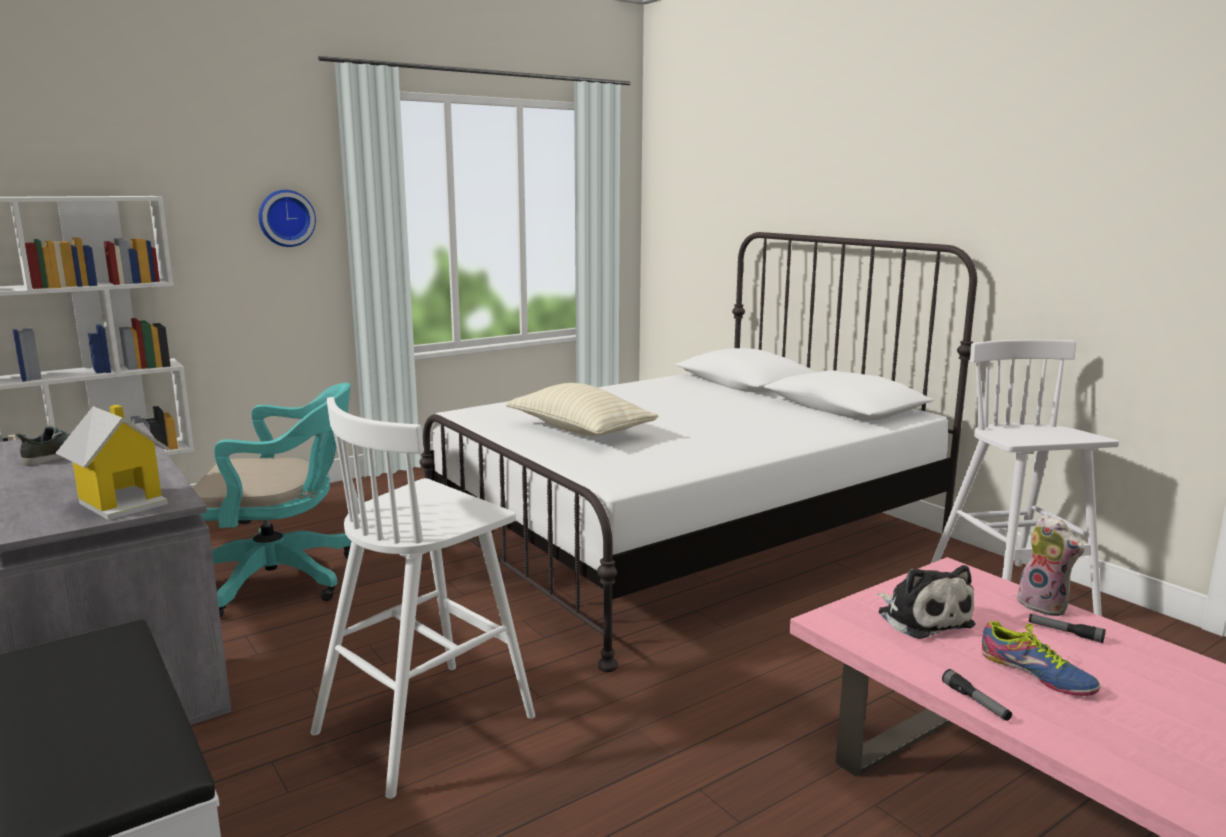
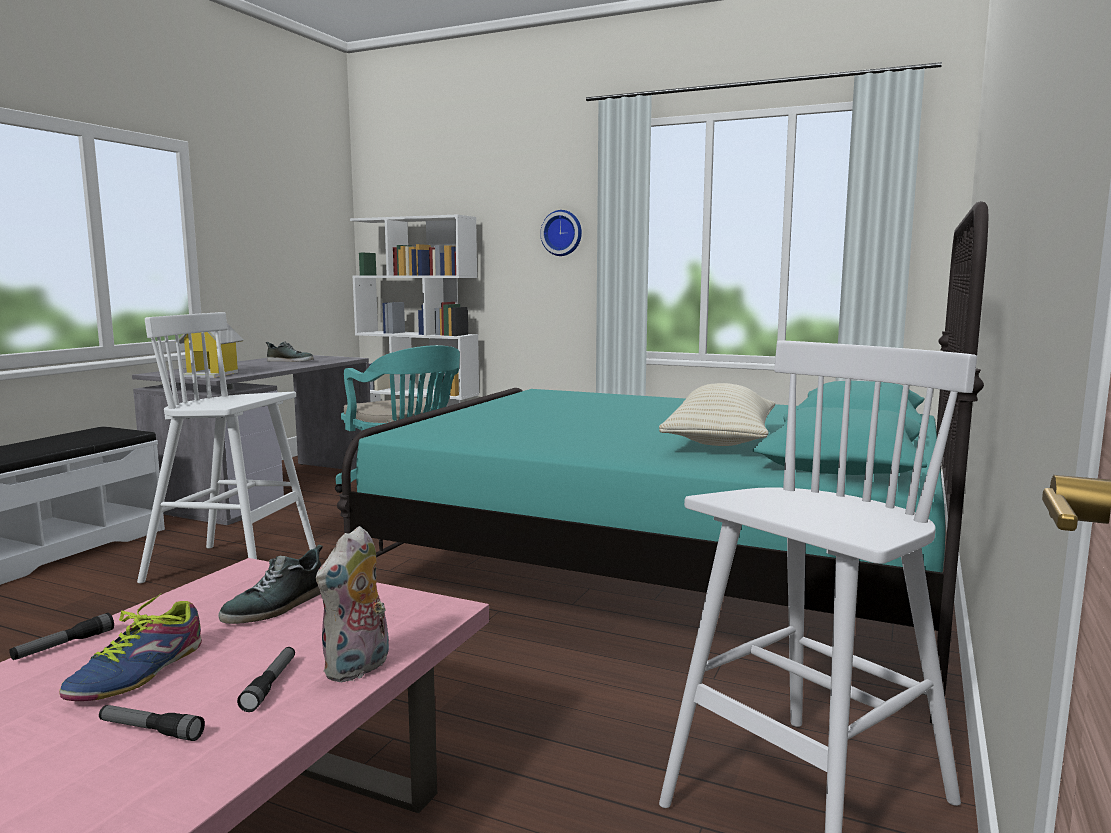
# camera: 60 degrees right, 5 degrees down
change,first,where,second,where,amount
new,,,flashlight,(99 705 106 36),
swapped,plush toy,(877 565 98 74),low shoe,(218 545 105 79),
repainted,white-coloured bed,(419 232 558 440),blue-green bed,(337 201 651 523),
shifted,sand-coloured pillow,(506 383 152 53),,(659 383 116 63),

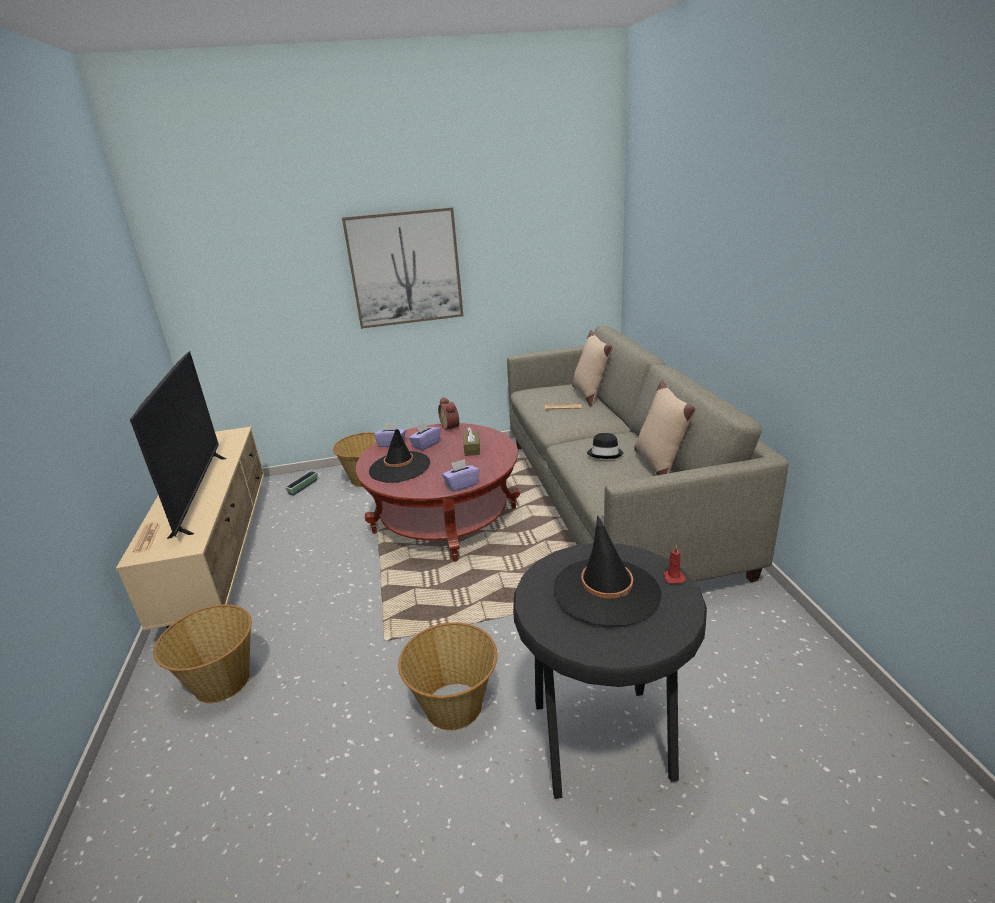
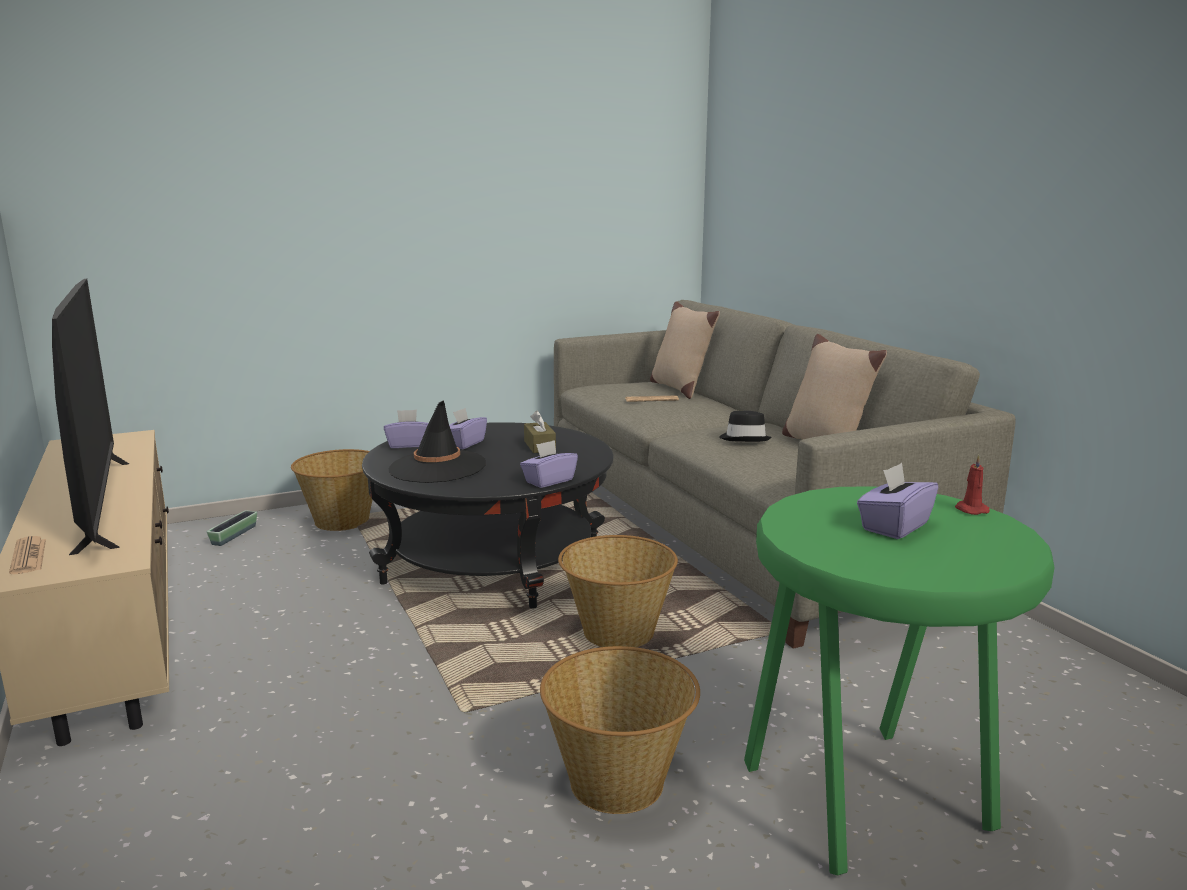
# camera: 15 degrees left, 10 degrees down
change,first,where,second,where,amount
repainted,red coffee table,(356 423 164 139),blackish coffee table,(362 422 252 187),
shifted,household basket,(153 604 99 99),,(558 535 120 112),
repainted,blackish stool,(513 543 194 256),greenish stool,(744 486 311 390),
swapped,blackish clothing hat,(553 515 109 111),purplish tissue holder,(857 463 82 76),
gone,picture,(342 207 121 122),,,
gone,table clock,(438 397 21 35),,,

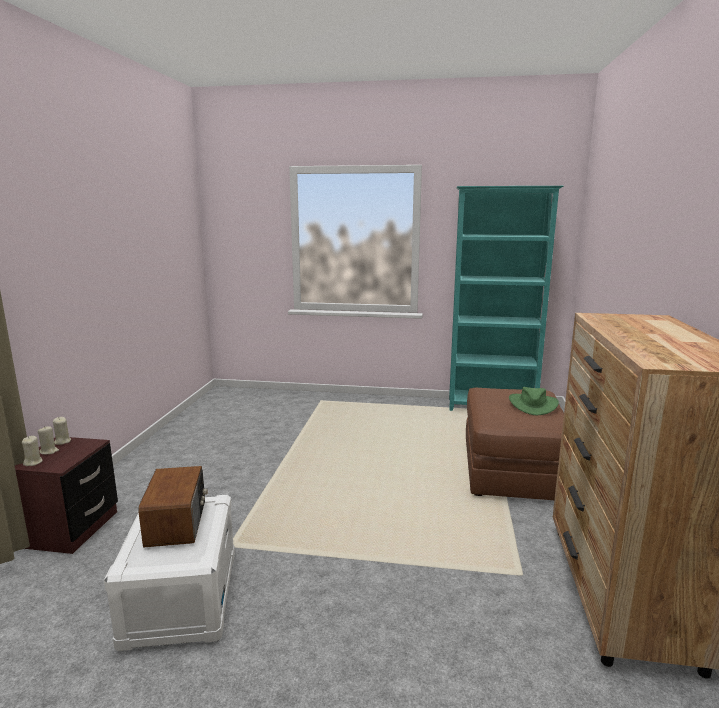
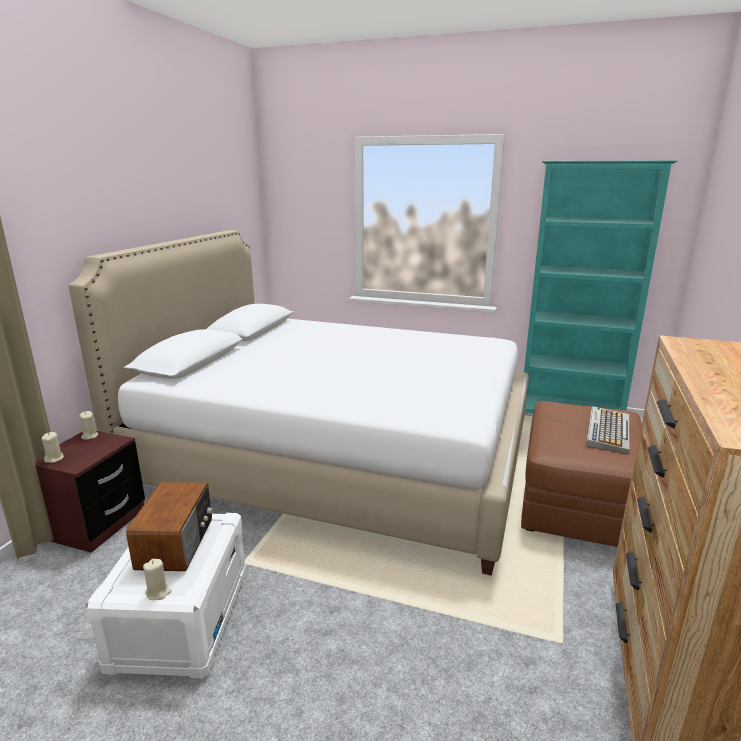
# camera: 10 degrees right, 5 degrees up
change,first,where,second,where,amount
new,,,white-coloured bed,(69 230 460 346),
shifted,sand-coloured candle,(38 426 21 29),,(143 559 29 41),
swapped,greenish clothing hat,(509 387 50 28),keyboard,(586 406 44 48),

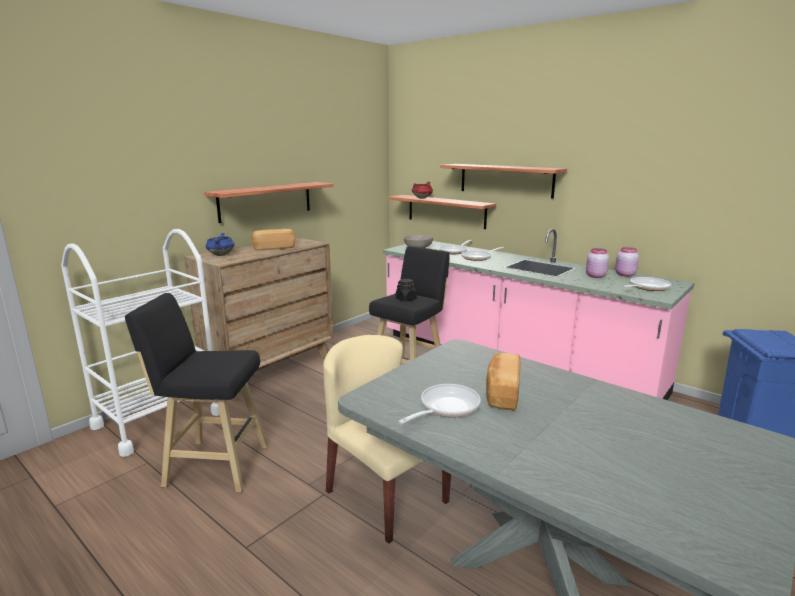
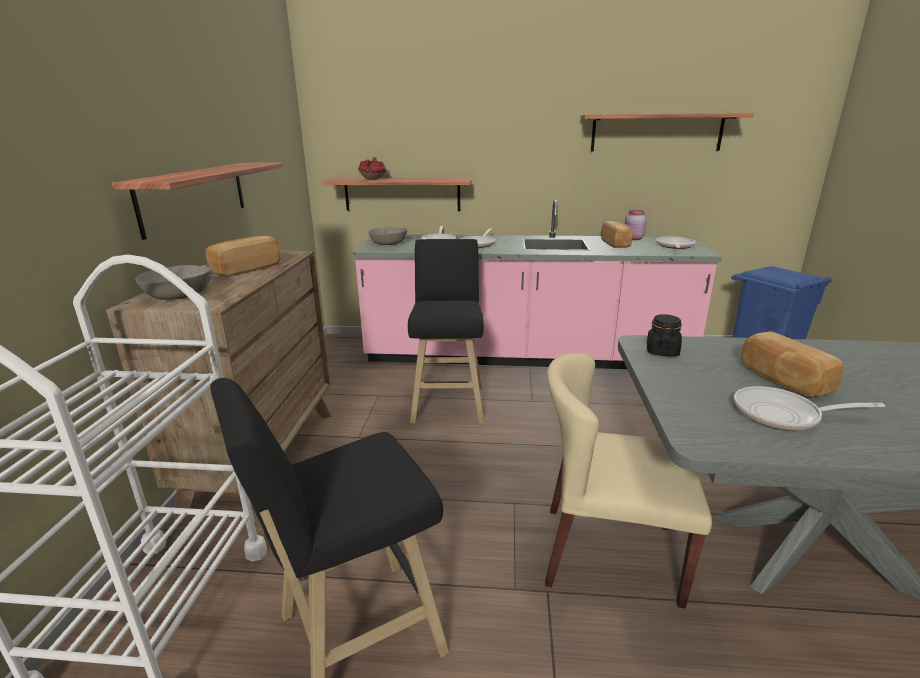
# camera: 35 degrees left, 5 degrees up
change,first,where,second,where,amount
swapped,blue stockpot,(206 233 29 23),grey deep dish,(135 265 77 35),
shifted,shelf,(440 164 127 34),,(580 113 174 38),
swapped,pinkish storage jar,(586 248 23 30),bread,(601 221 32 27),
shifted,blackish storage jar,(396 279 20 22),,(647 314 35 43),
rotated,pan,(399 384 82 40),,(734 386 151 45),90 degrees counterclockwise

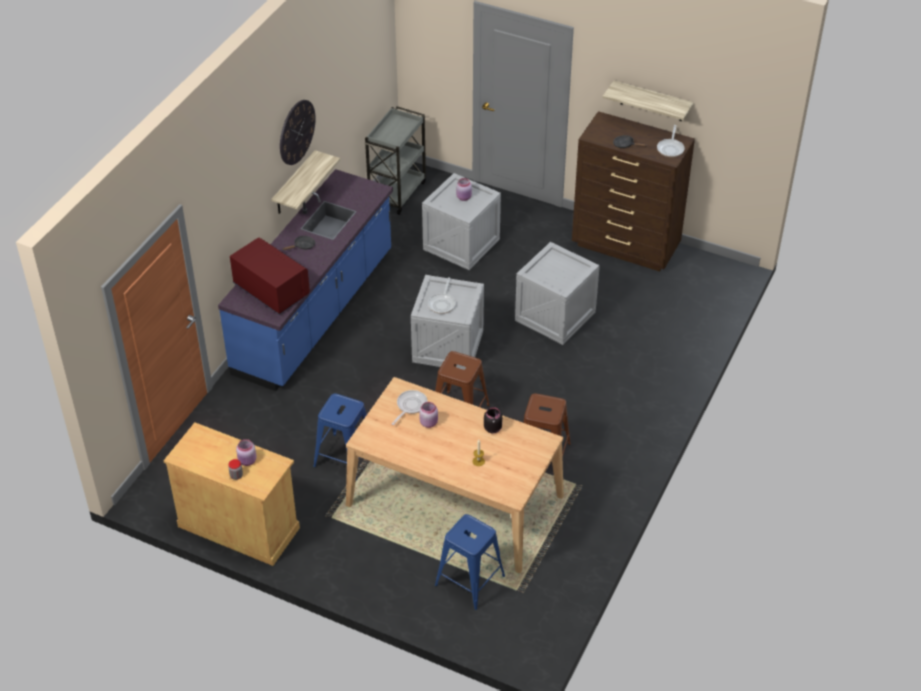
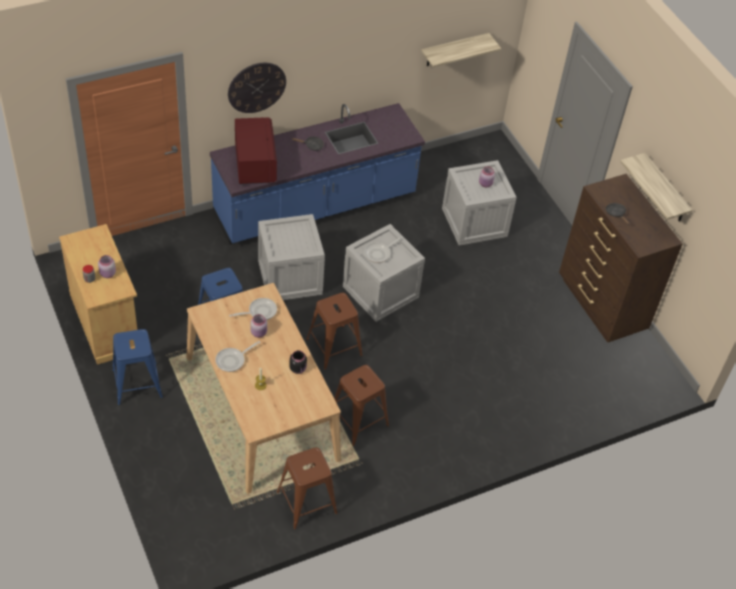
# camera: 35 degrees right, 5 degrees up
change,first,where,second,where,amount
shifted,blue stool,(435 514 70 96),,(112 329 51 76),
shifted,pan,(657 125 27 32),,(215 341 45 31),
shifted,wall clock,(280 100 36 65),,(228 63 58 50),
shifted,shipping crate,(515 242 85 103),,(258 214 67 86),
new,,,brownish stool,(277 447 60 83),
shifted,shelf,(271 150 69 64),,(421 33 80 34),
gone,grey wheeled cart,(365 106 61 109),,,

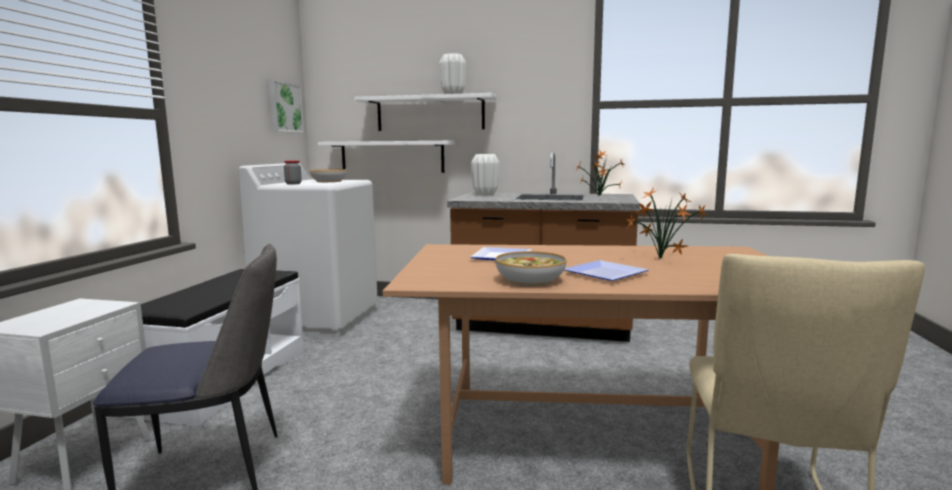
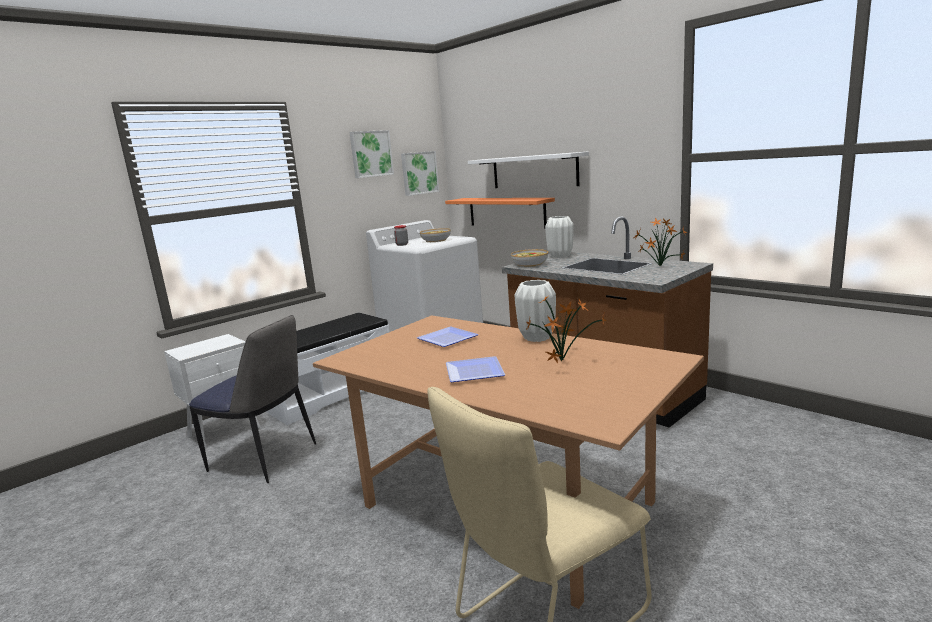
# camera: 35 degrees right, 5 degrees up
change,first,where,second,where,amount
new,,,picture,(349 130 45 48),
repainted,white-coloured shelf,(318 141 137 32),orange shelf,(445 198 110 31),
shifted,deep dish,(495 251 72 35),,(511 249 37 18),
shifted,white-coloured vase,(439 53 27 41),,(514 280 42 62),

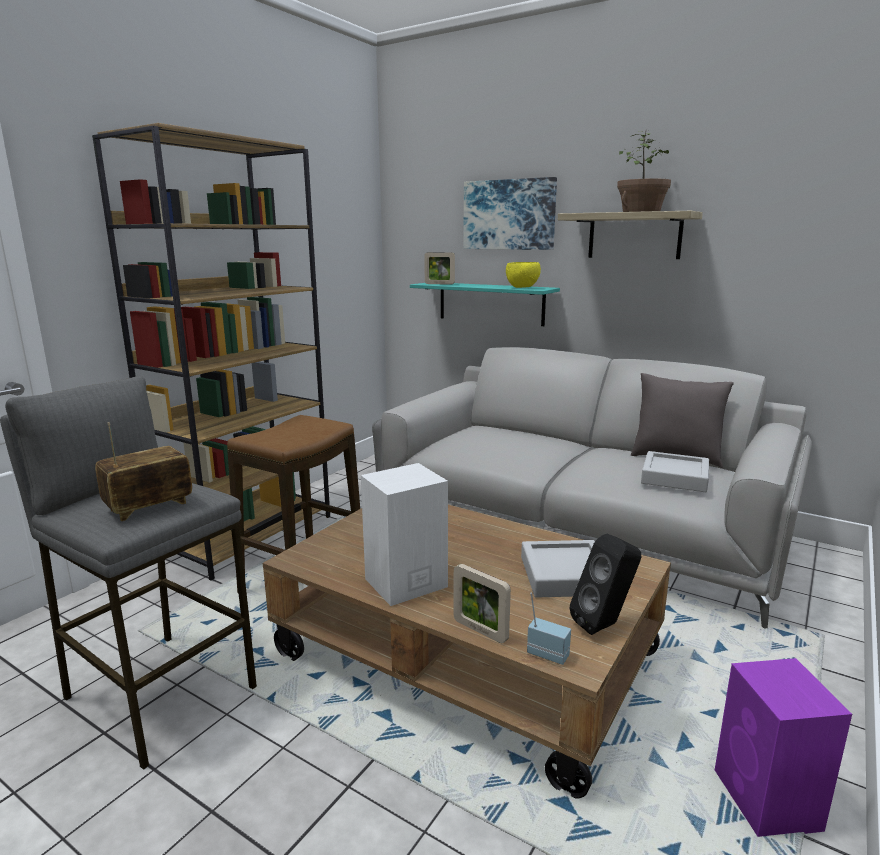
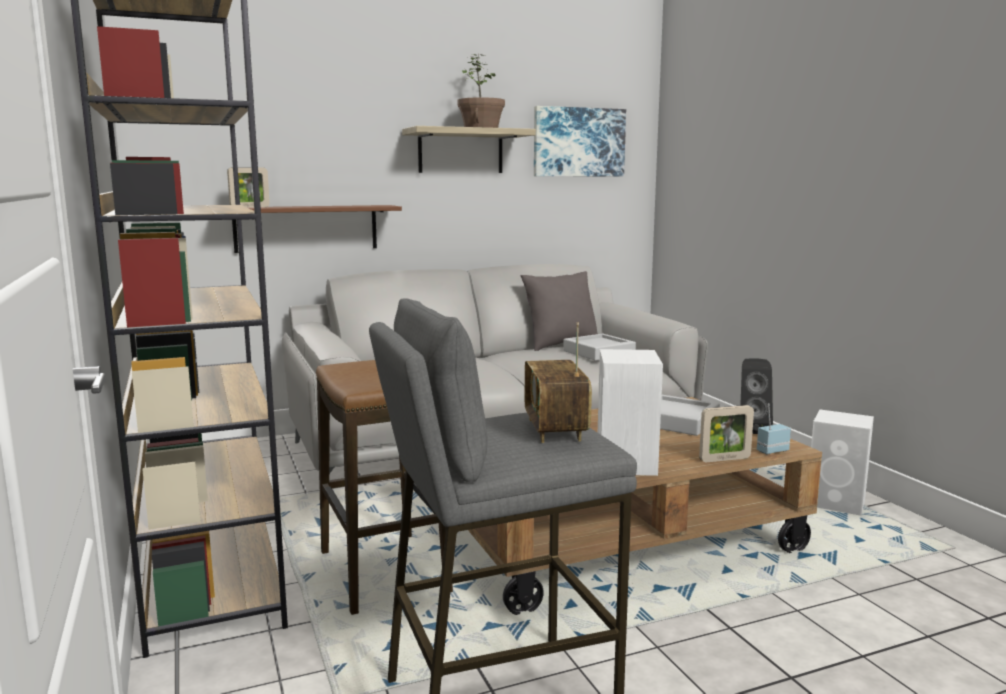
# camera: 55 degrees left, 5 degrees down
change,first,where,second,where,amount
repainted,blue-green shelf,(410 283 150 43),brownish shelf,(232 205 170 48),
shifted,picture,(463 177 94 73),,(534 106 92 70),
repainted,purplish loudspeaker,(715 658 137 179),white-coloured loudspeaker,(811 409 63 107),
gone,yellowish deep dish,(506 262 35 26),,,

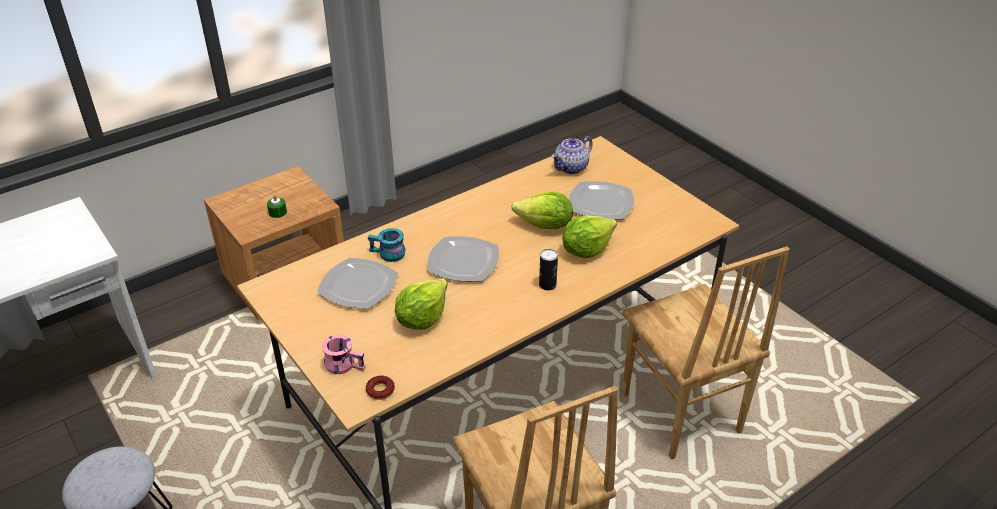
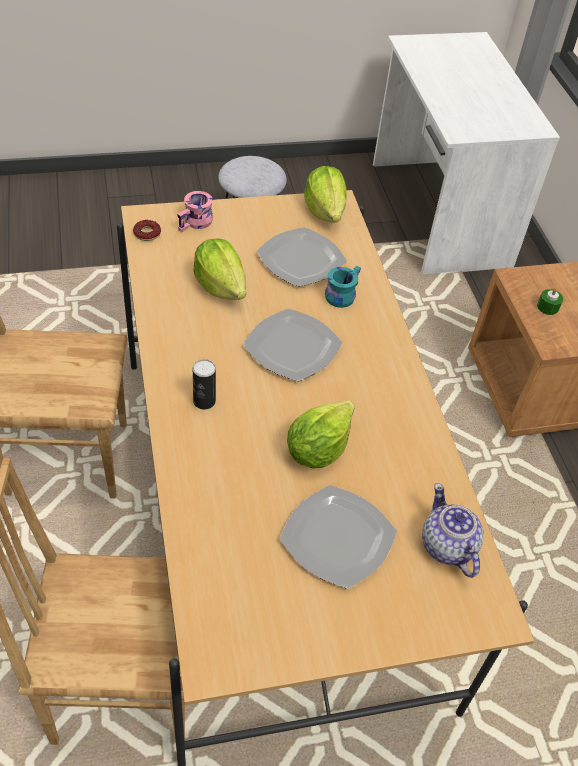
# camera: 110 degrees right, 10 degrees up
change,first,where,second,where,amount
shifted,head of lettuce,(562 215 55 43),,(304 166 43 57),

